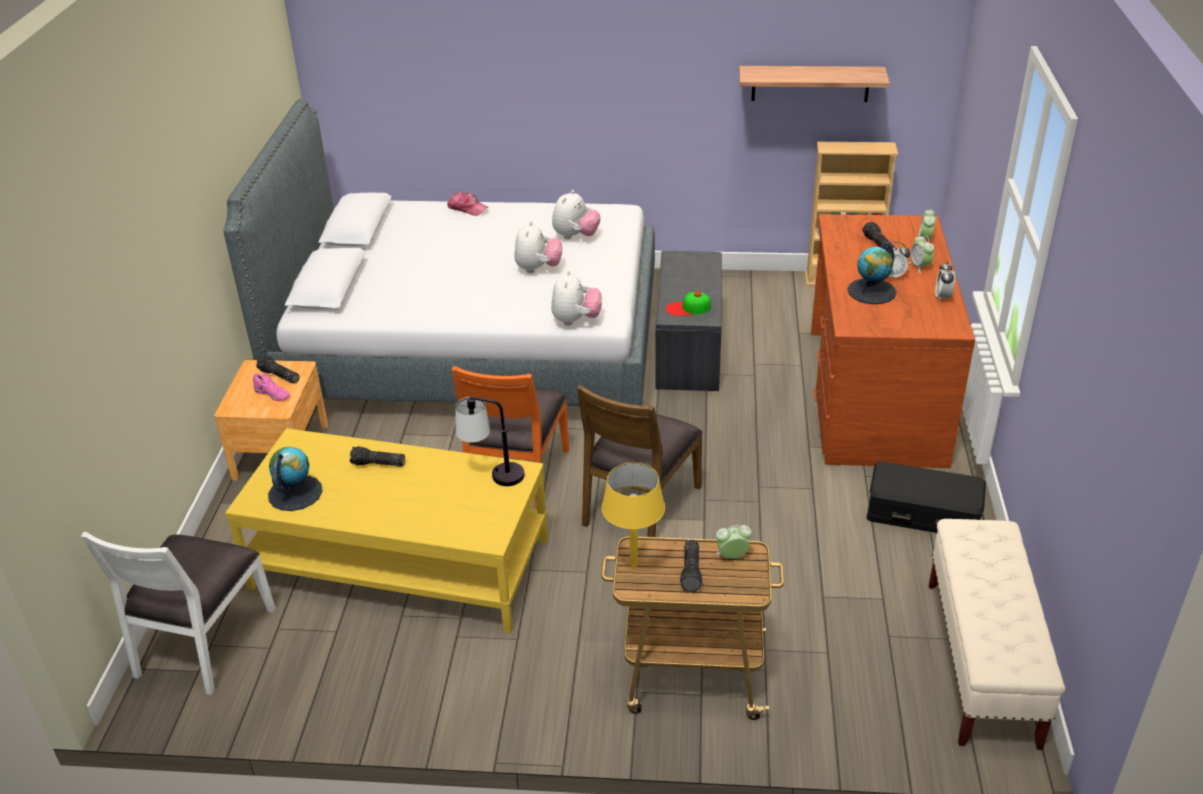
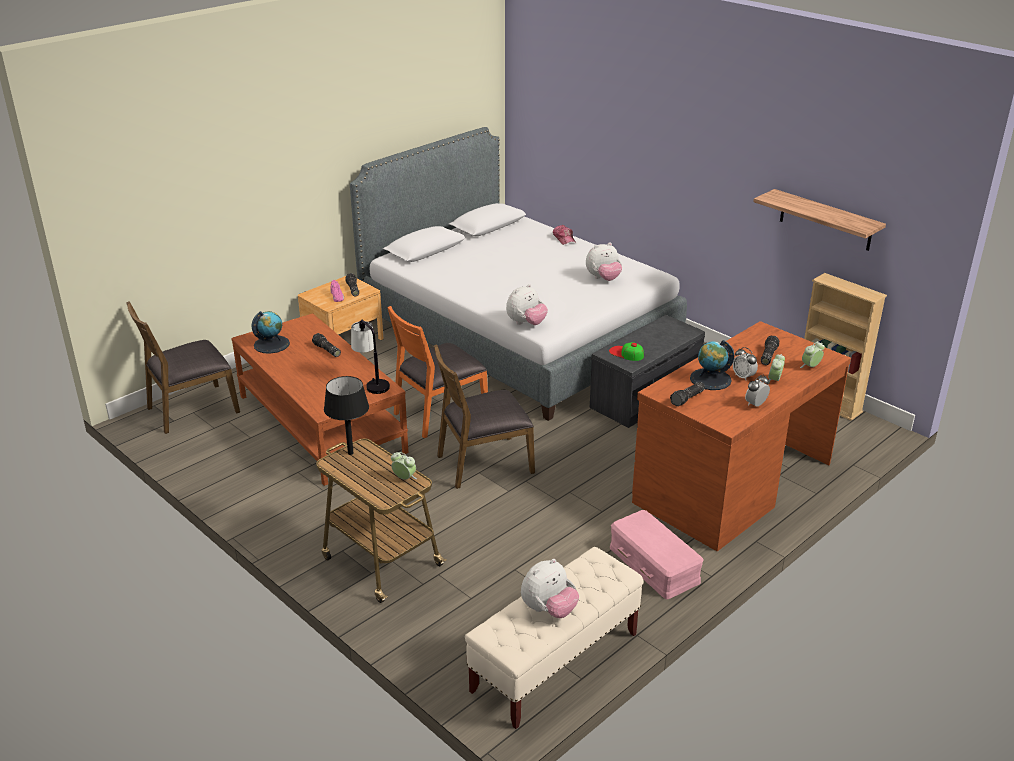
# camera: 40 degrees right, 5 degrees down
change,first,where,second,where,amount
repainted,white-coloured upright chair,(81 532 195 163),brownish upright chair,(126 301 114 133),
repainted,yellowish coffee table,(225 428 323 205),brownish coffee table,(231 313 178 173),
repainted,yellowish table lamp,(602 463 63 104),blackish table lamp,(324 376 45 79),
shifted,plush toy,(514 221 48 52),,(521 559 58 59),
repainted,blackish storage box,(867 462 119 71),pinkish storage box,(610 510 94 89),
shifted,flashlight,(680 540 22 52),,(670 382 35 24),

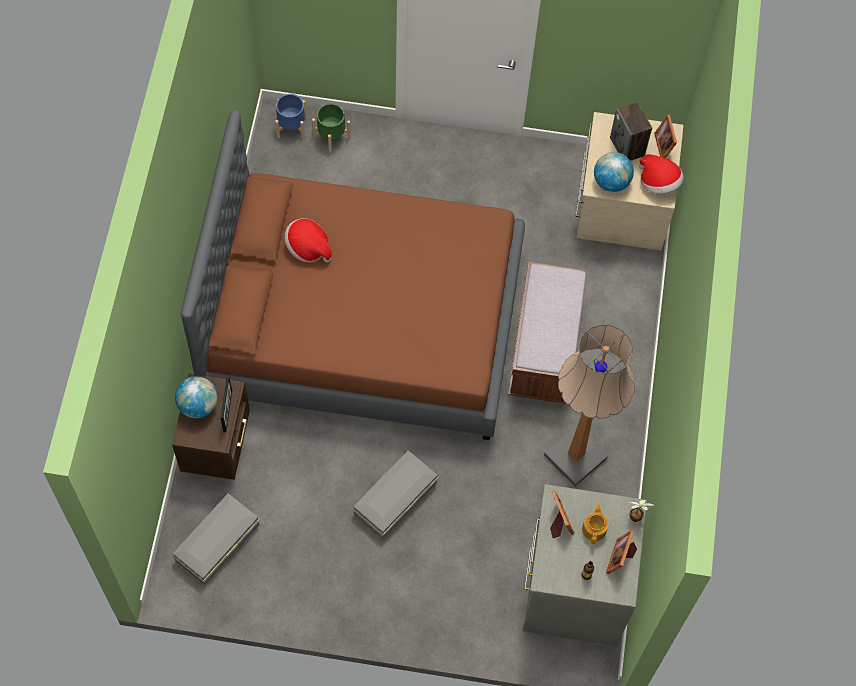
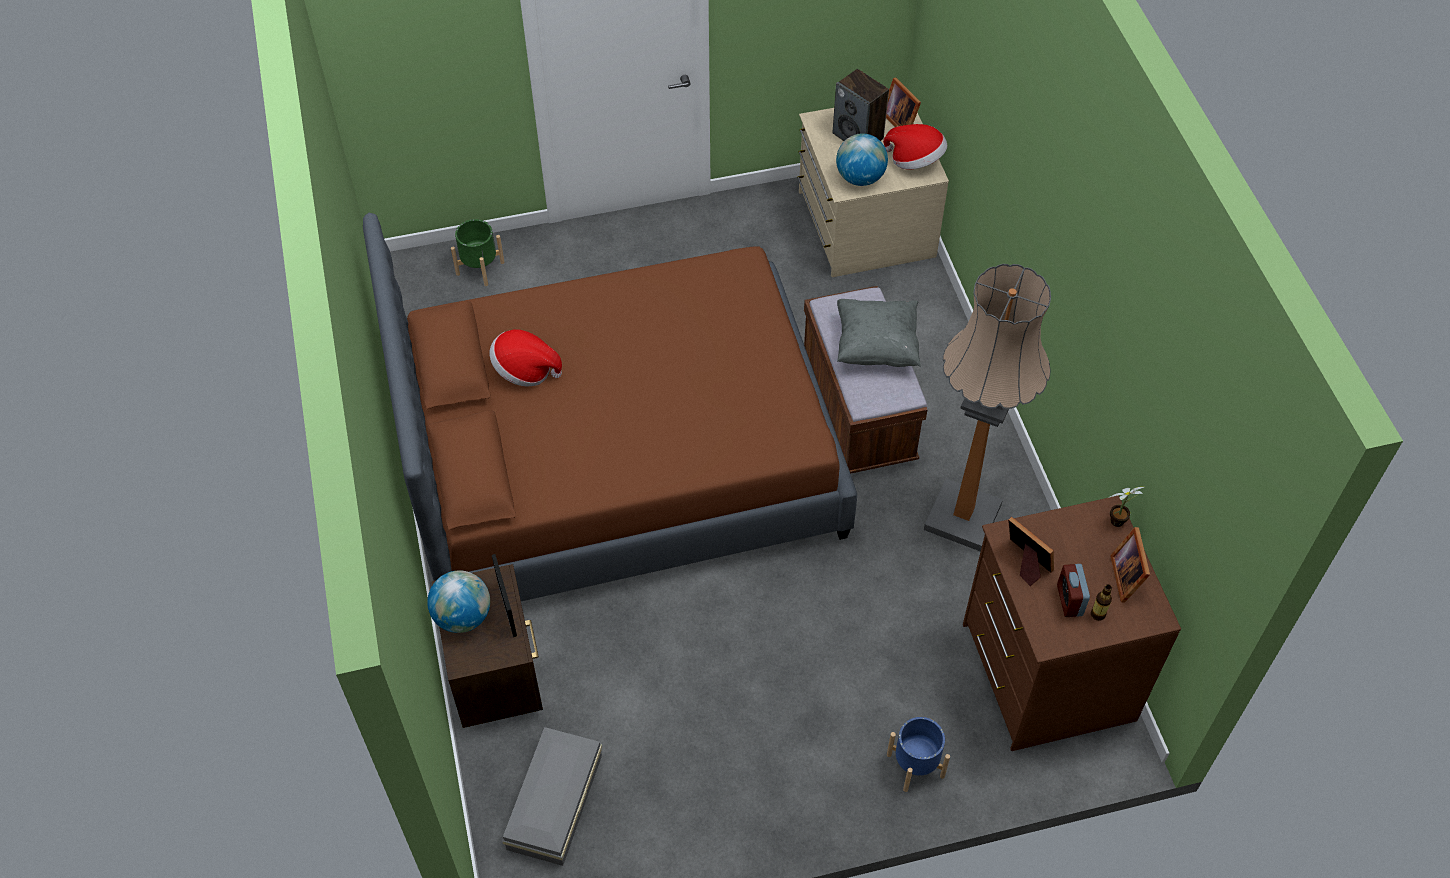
# camera: 20 degrees left, 10 degrees down
change,first,where,second,where,amount
new,,,grey pillow,(837 299 84 68),
shifted,blue planter,(275 94 31 46),,(887 717 63 75),
repainted,grey dresser,(522 484 125 162),brownish dresser,(963 496 218 255),
new,,,table clock,(1057 564 33 53),
gone,grey storage box,(352 450 87 89),,,
gone,tea pot,(582 504 27 40),,,

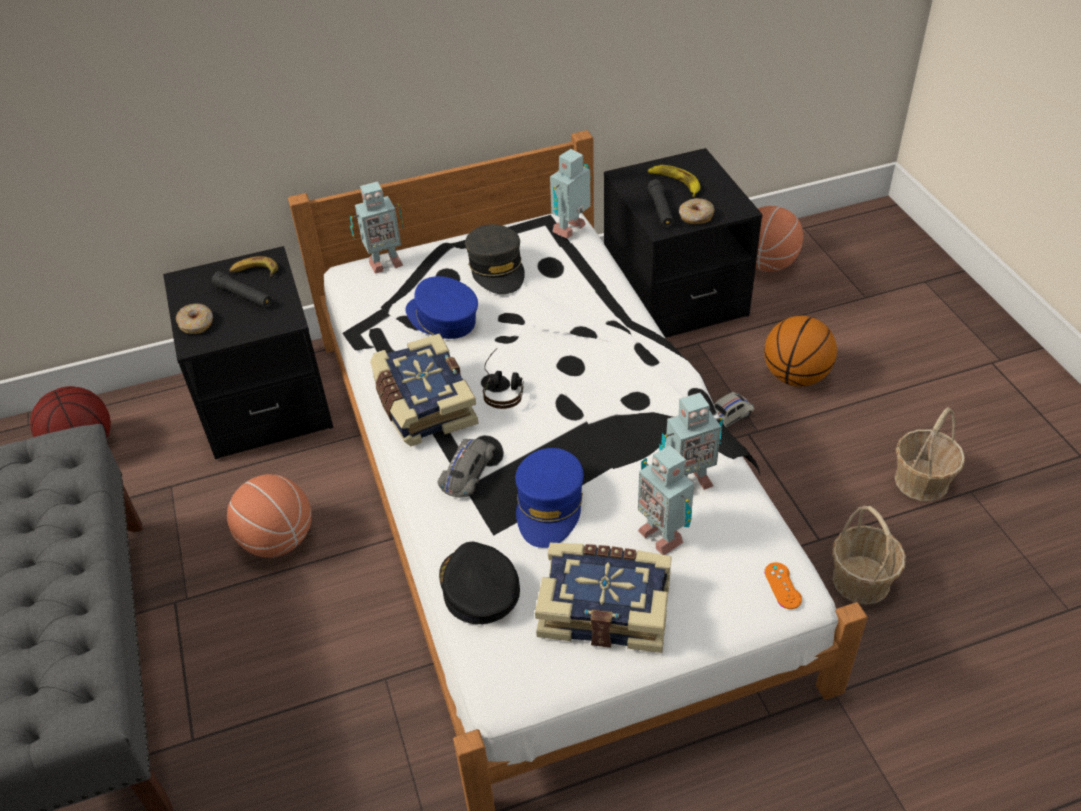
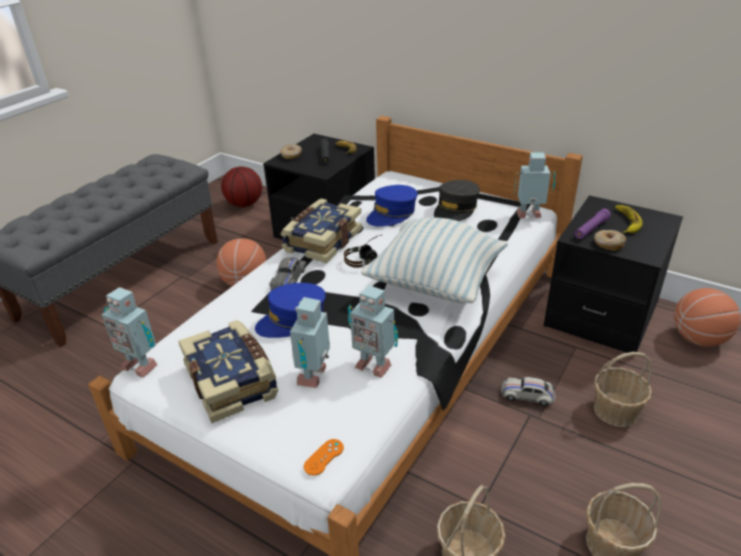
# camera: 50 degrees right, 10 degrees down
change,first,where,second,where,amount
shifted,model robot,(350 182 54 91),,(101 287 56 91),
rotated,grey miniature car,(438 439 58 59),,(270 257 37 33),120 degrees clockwise
new,,,pillow,(361 218 147 85),
rotated,blue cap,(406 276 72 63),,(366 185 52 42),135 degrees counterclockwise
repainted,blackish flashlight,(648 179 26 49),purplish flashlight,(575 209 36 30),
swapped,ball for basketball,(764 316 73 71),household basket,(594 352 58 75),
gone,blackish cap,(439 542 81 82),,,

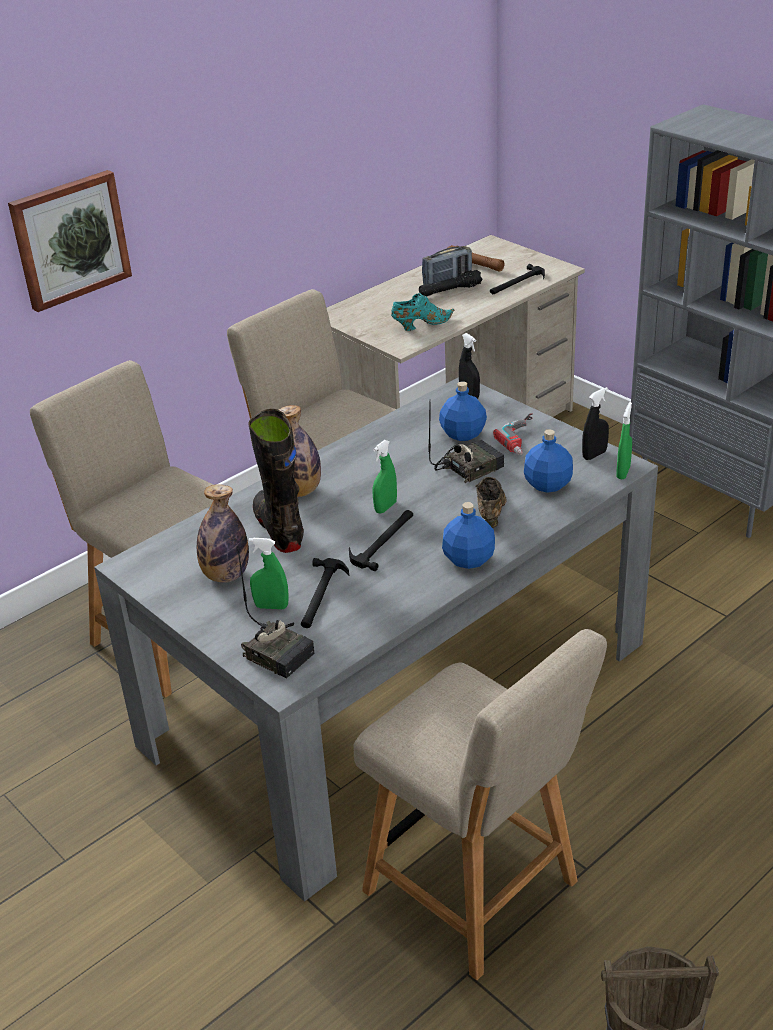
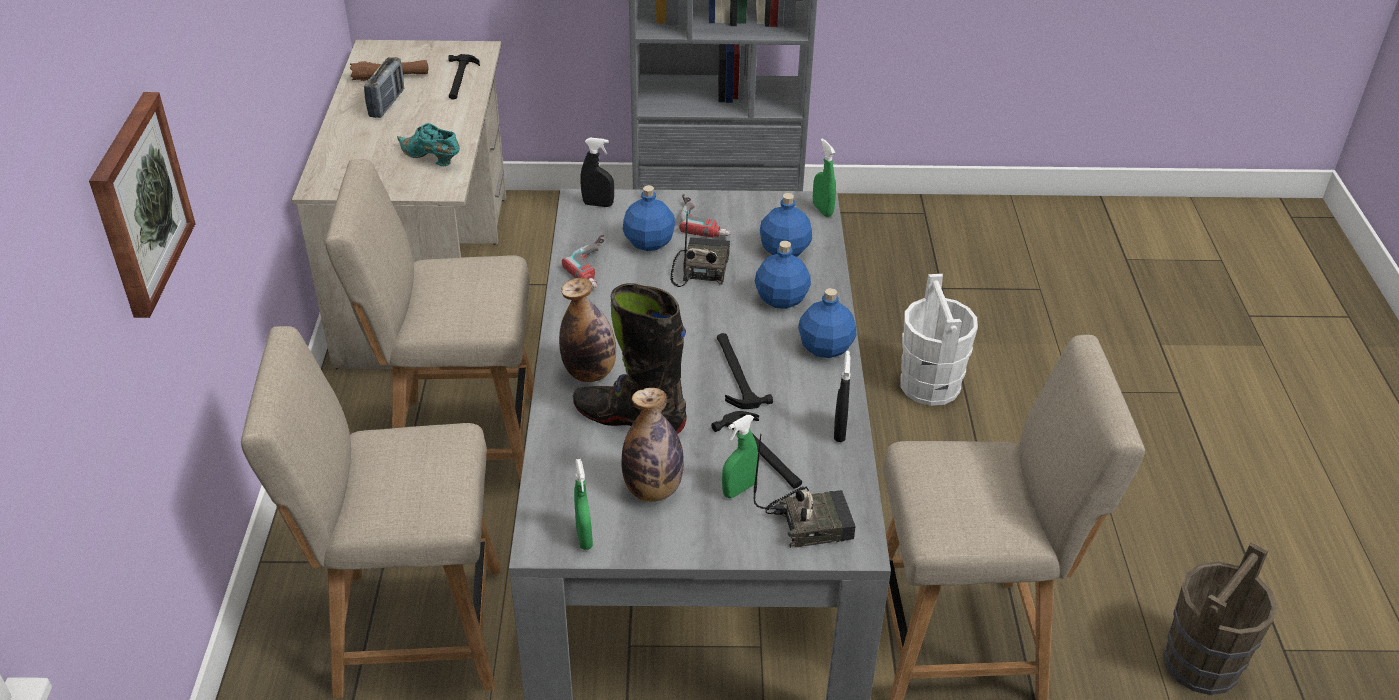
# camera: 50 degrees left, 5 degrees up
change,first,where,second,where,amount
rotated,blue-green low shoe,(391 293 64 38),,(397 123 63 43),75 degrees counterclockwise
new,,,drill,(562 235 42 53),
shifted,greenish spray bottle,(372 440 25 74),,(574 459 19 91),
swapped,brownish low shoe,(475 477 32 51),blue beverage bottle,(755 241 56 68),
shifted,blackish spray bottle,(582 387 27 73),,(834 351 16 91),
new,,,white-coloured water bucket,(900 274 78 132),
gone,blackish flashlight,(419 270 64 27),,,

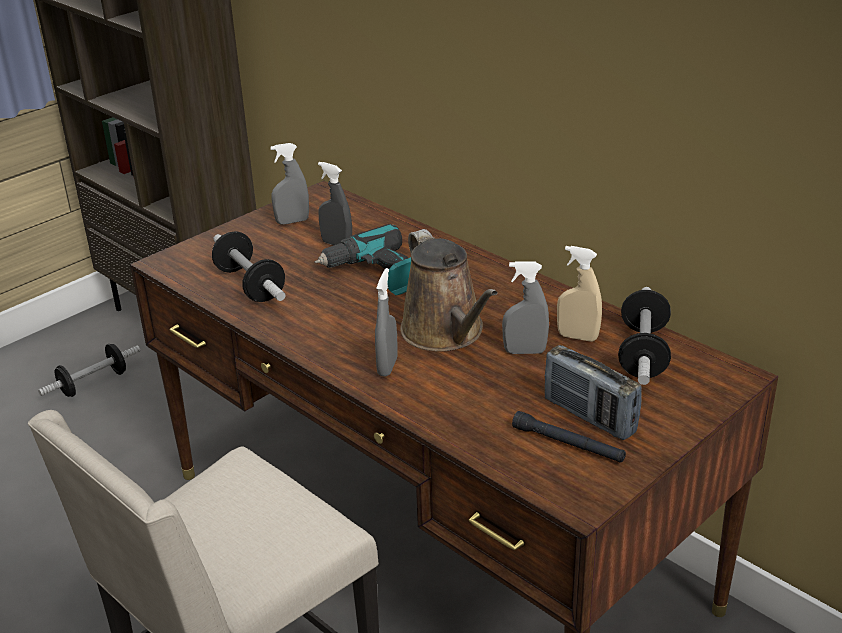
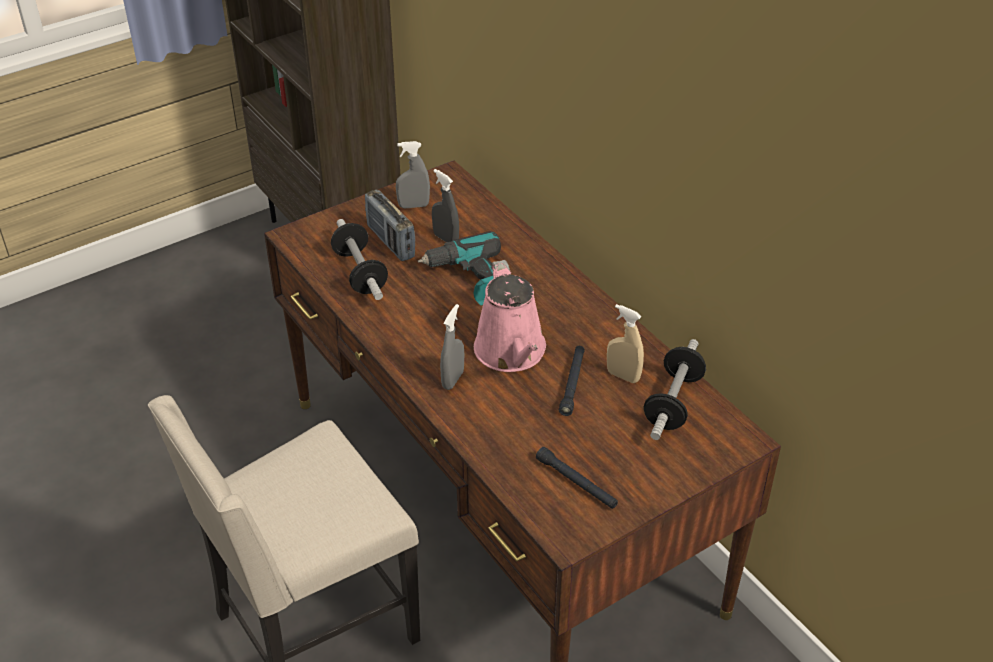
# camera: 10 degrees right, 10 degrees up
change,first,where,second,where,amount
shifted,radio set,(545 345 97 95),,(365 190 50 71),
repainted,brownish watering pot,(400 229 98 123),pinkish watering pot,(474 260 72 112),
swapped,grey spray bottle,(502 261 47 93),blackish flashlight,(559 346 26 70),
gone,dumbbell,(38 344 102 53),,,

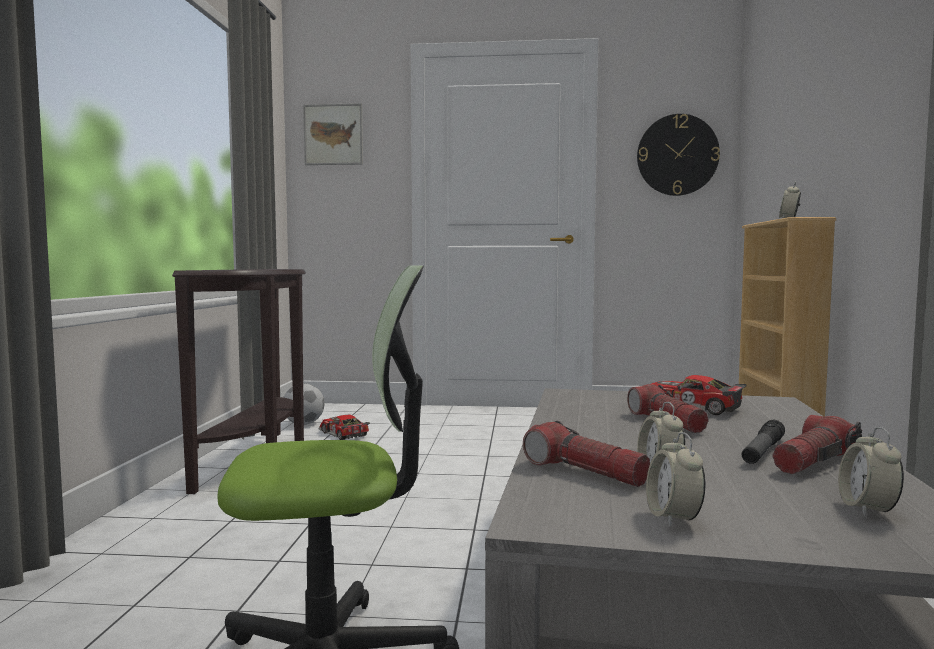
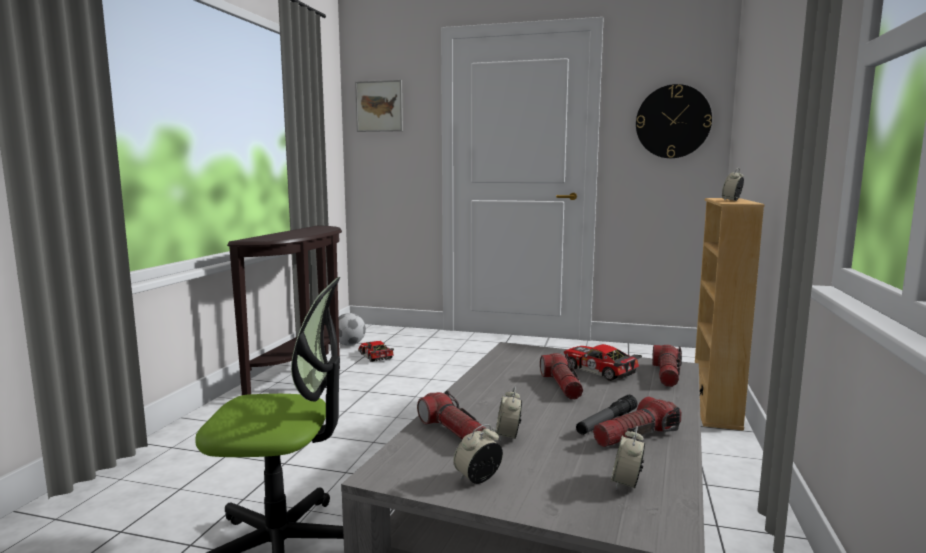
# camera: 10 degrees right, 5 degrees up
change,first,where,second,where,amount
rotated,table clock,(646 432 60 95),,(453 424 50 60),45 degrees clockwise
new,,,flashlight,(652 345 30 42),

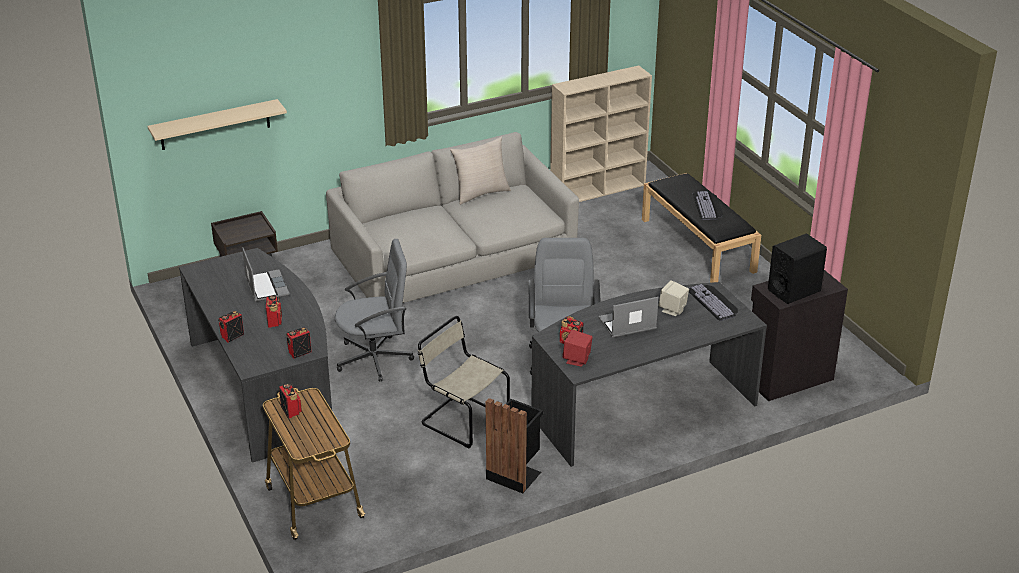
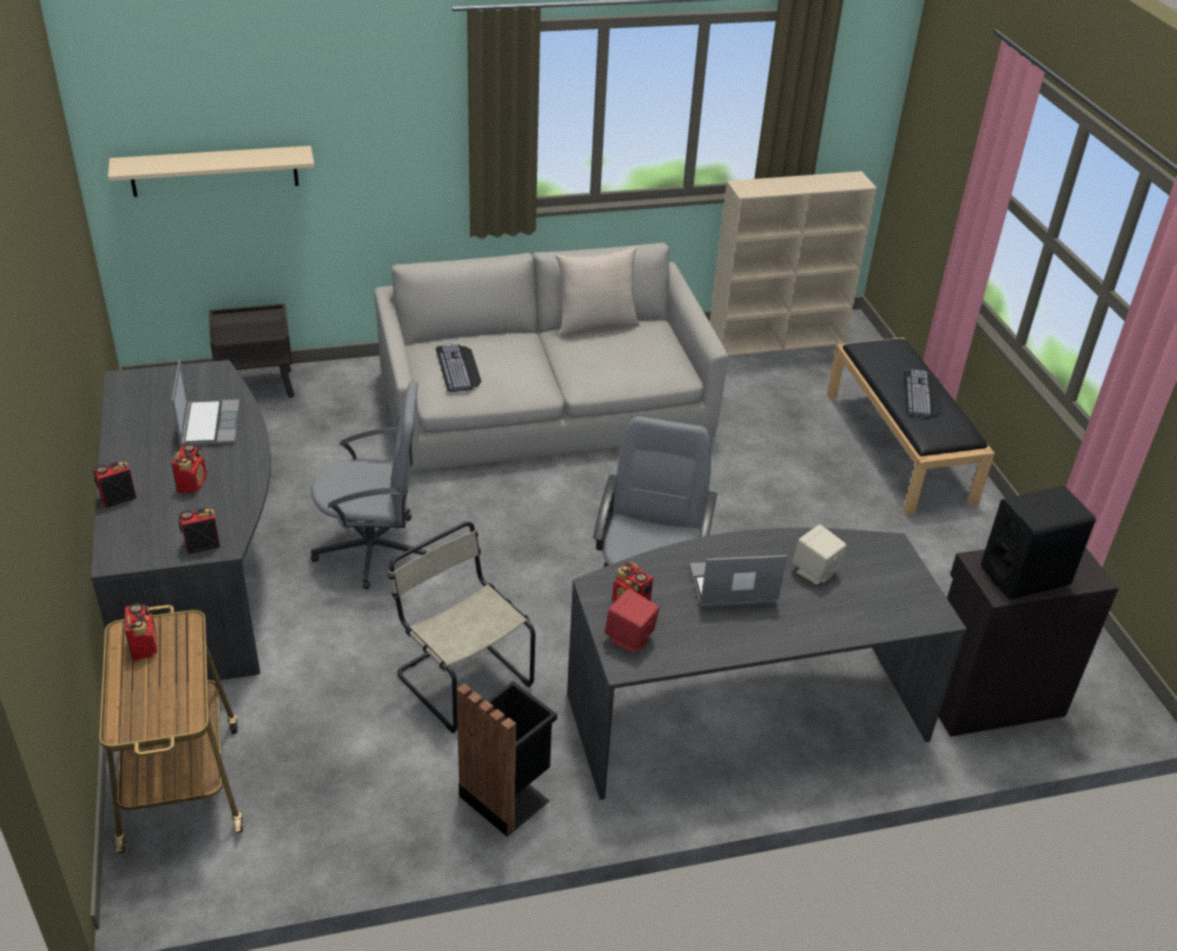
# camera: 10 degrees right, 5 degrees up
change,first,where,second,where,amount
shifted,keyboard,(689 284 49 37),,(436 344 46 48),

